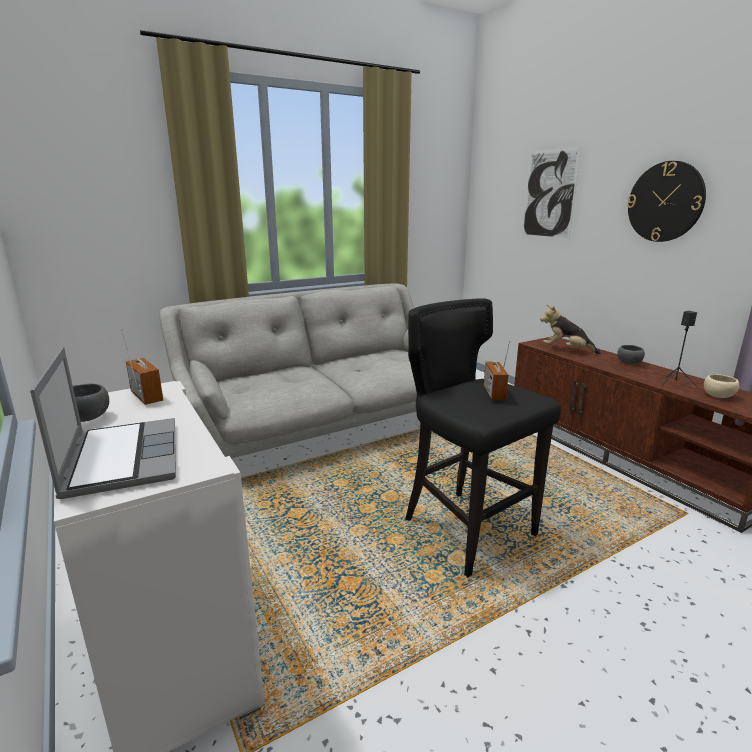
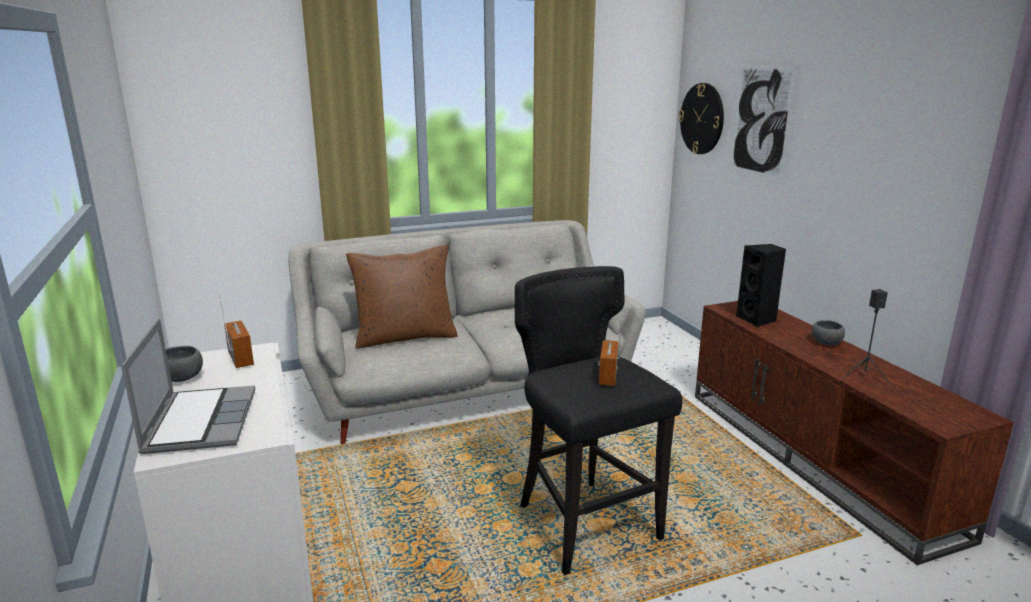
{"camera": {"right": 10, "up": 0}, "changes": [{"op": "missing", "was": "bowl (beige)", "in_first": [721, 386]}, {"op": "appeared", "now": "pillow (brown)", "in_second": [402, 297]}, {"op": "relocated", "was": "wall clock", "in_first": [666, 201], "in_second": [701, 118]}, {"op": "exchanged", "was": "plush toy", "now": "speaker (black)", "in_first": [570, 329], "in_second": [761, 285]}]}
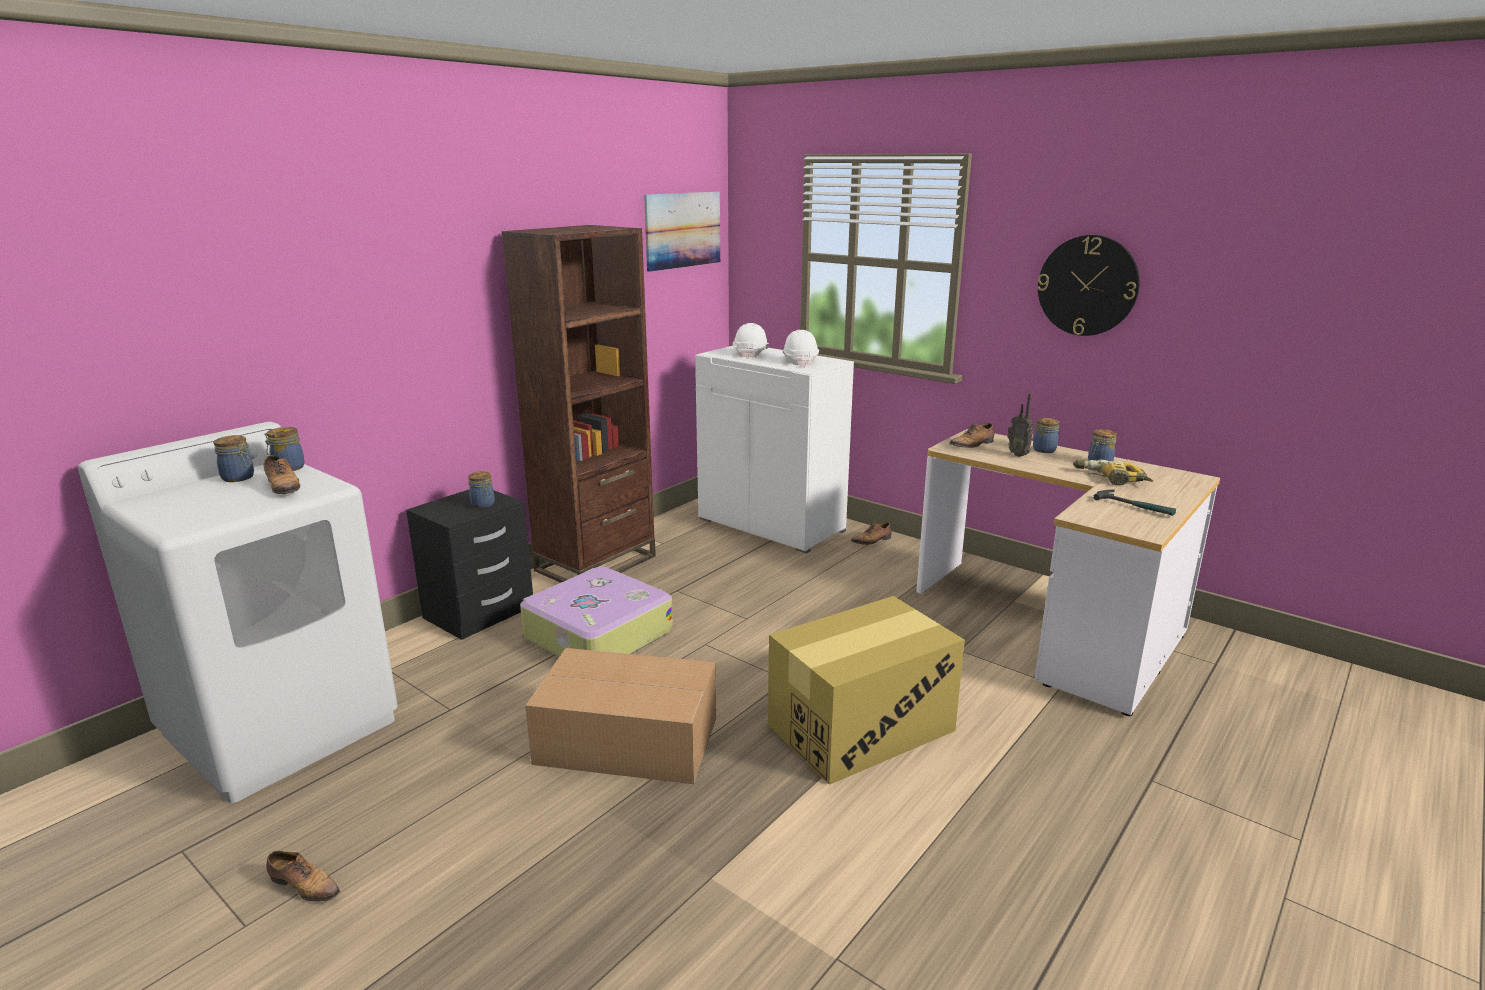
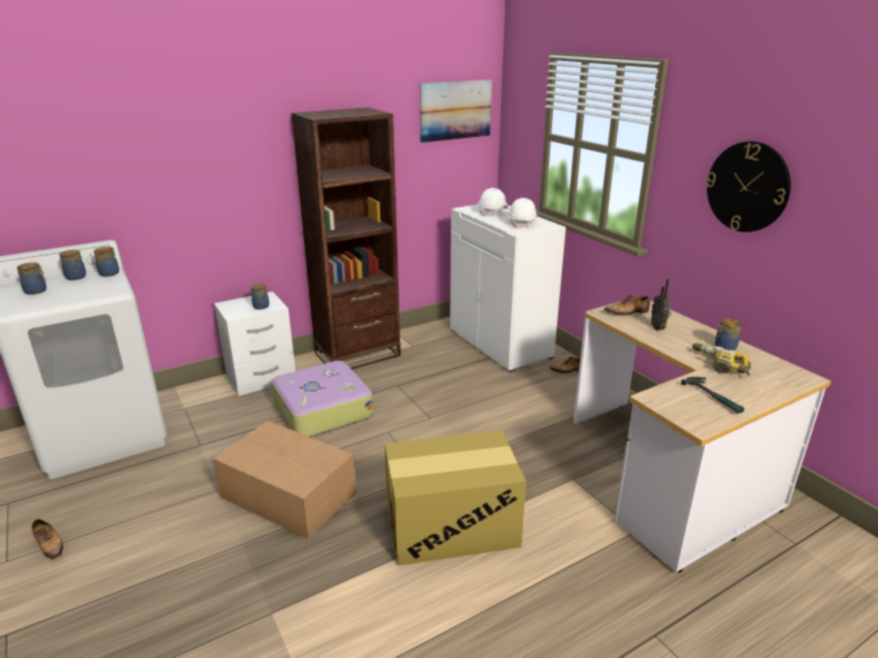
{"camera": {"right": 20, "up": 5}, "changes": [{"op": "missing", "was": "shoe", "in_first": [281, 474]}, {"op": "relocated", "was": "jar", "in_first": [1046, 435], "in_second": [32, 278]}, {"op": "colour", "was": "nightstand (black)", "now": "nightstand (white)", "in_first": [469, 565], "in_second": [255, 343]}]}
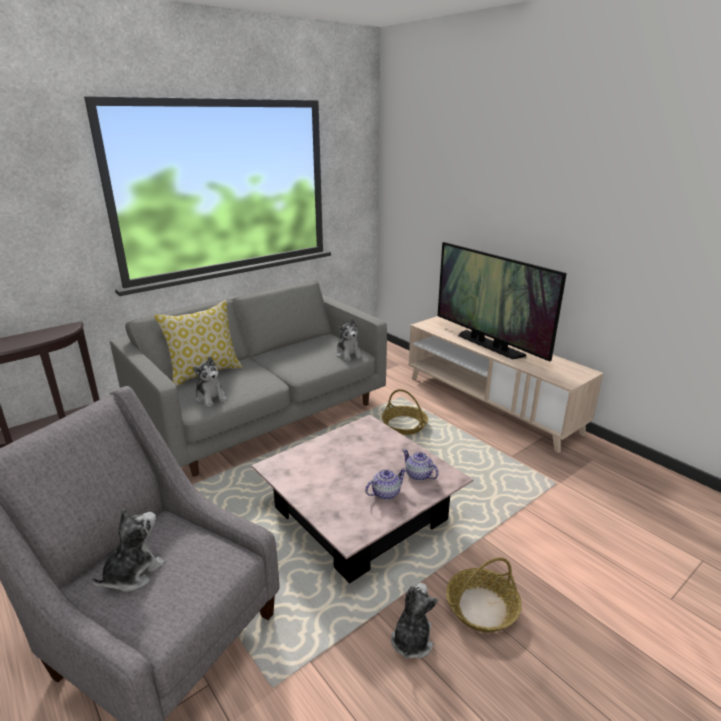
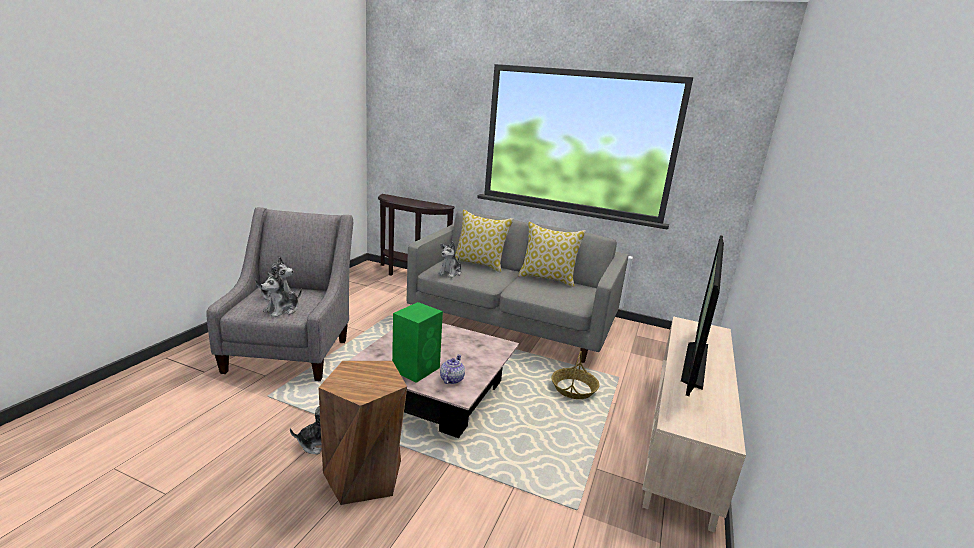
{"camera": {"right": 60, "up": -5}, "changes": [{"op": "appeared", "now": "pillow", "in_second": [552, 254]}, {"op": "relocated", "was": "plush toy", "in_first": [349, 340], "in_second": [281, 294]}, {"op": "exchanged", "was": "teapot", "now": "speaker (green)", "in_first": [386, 484], "in_second": [417, 342]}, {"op": "exchanged", "was": "basket", "now": "stool (brown)", "in_first": [484, 594], "in_second": [363, 433]}]}
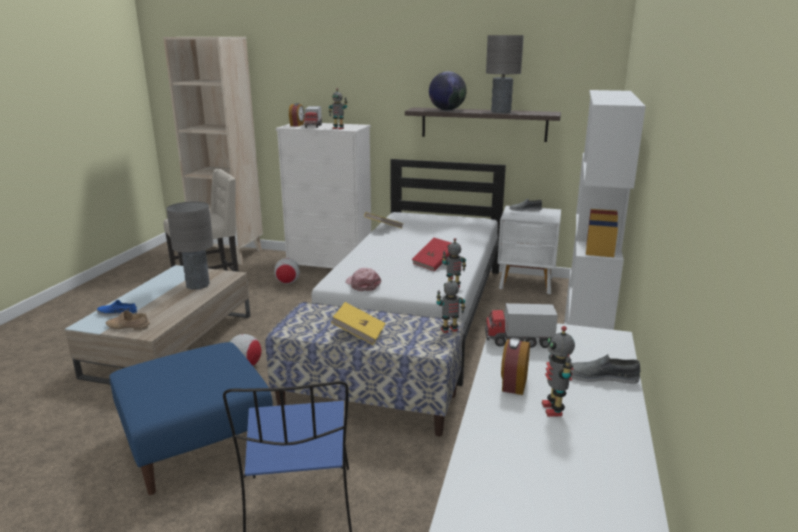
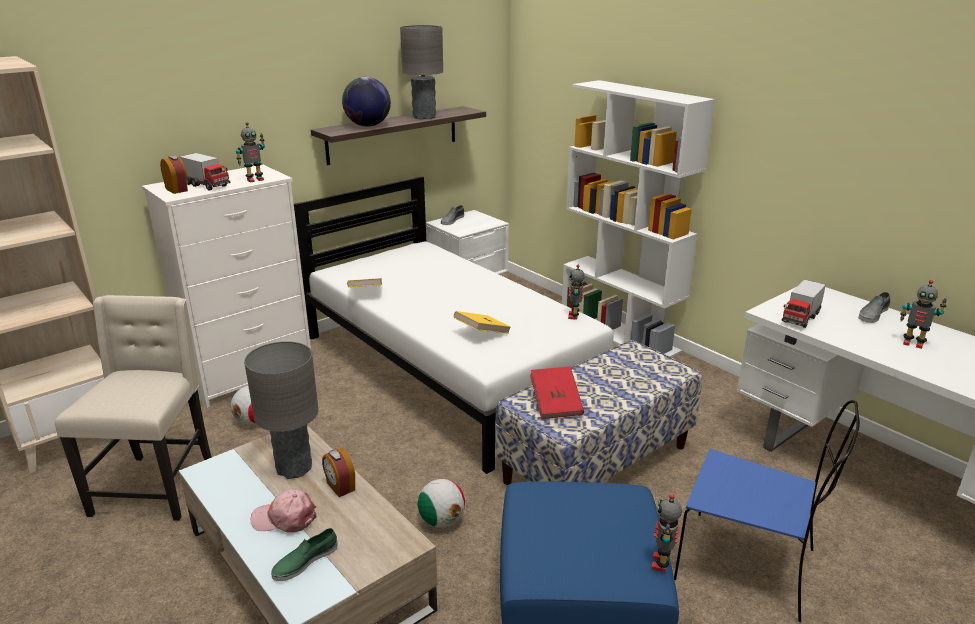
{"camera": {"right": -55, "up": 5}, "changes": [{"op": "missing", "was": "shoe (beige)", "in_first": [128, 320]}, {"op": "relocated", "was": "book (yellow)", "in_first": [357, 323], "in_second": [482, 322]}, {"op": "relocated", "was": "cap (pink)", "in_first": [363, 279], "in_second": [283, 511]}, {"op": "relocated", "was": "book (red)", "in_first": [431, 254], "in_second": [557, 392]}, {"op": "relocated", "was": "toy robot", "in_first": [450, 304], "in_second": [667, 533]}, {"op": "relocated", "was": "alarm clock", "in_first": [515, 366], "in_second": [338, 472]}, {"op": "colour", "was": "shoe (blue)", "now": "shoe (green)", "in_first": [117, 308], "in_second": [304, 554]}]}
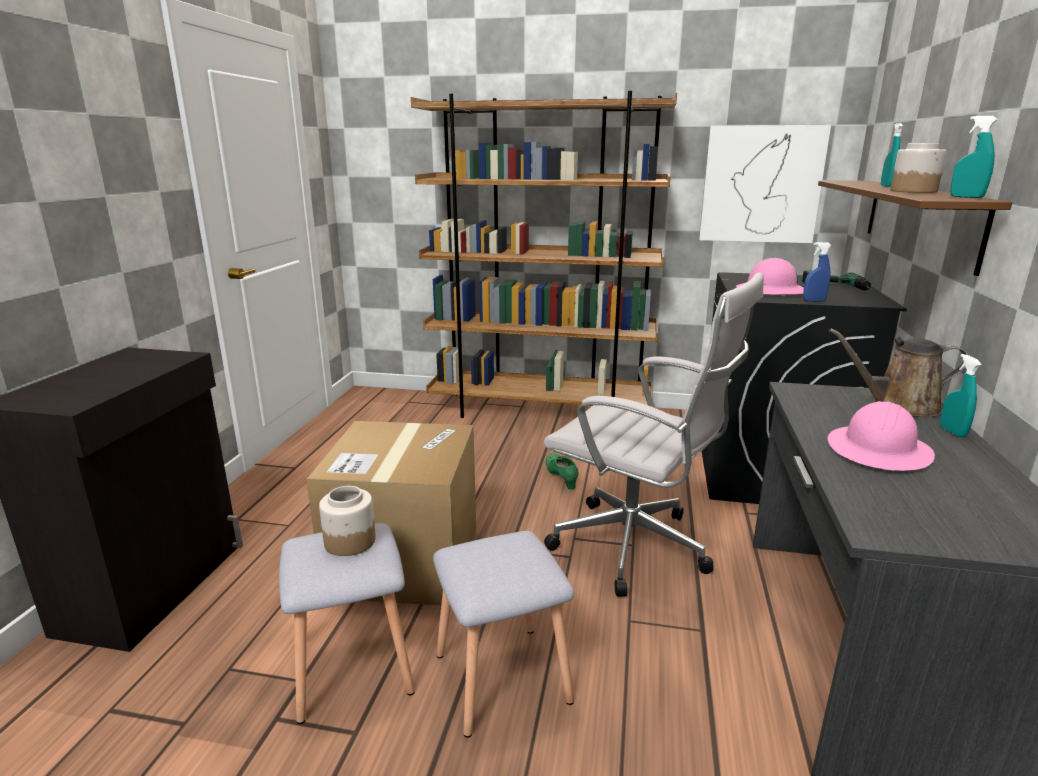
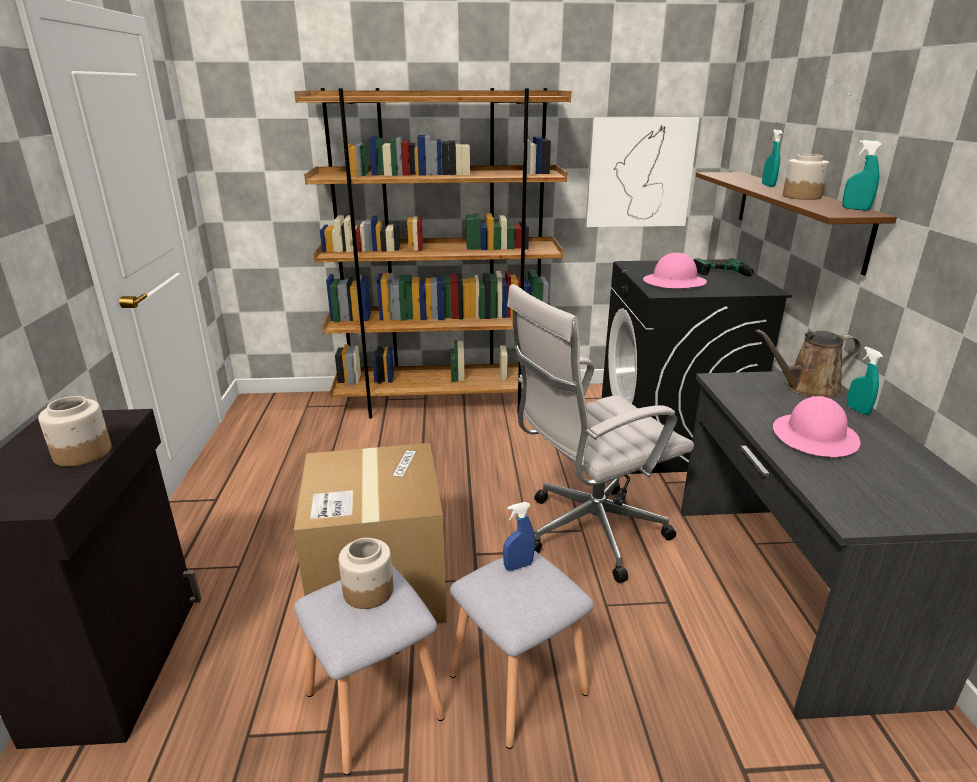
{"camera": {"right": -15, "up": 5}, "changes": [{"op": "missing", "was": "shoe (green)", "in_first": [562, 472]}, {"op": "appeared", "now": "jar", "in_second": [75, 431]}, {"op": "relocated", "was": "spray bottle (blue)", "in_first": [817, 272], "in_second": [519, 536]}, {"op": "spun", "was": "office chair (white)", "in_first": [654, 434], "in_second": [600, 433], "clockwise": 135}]}
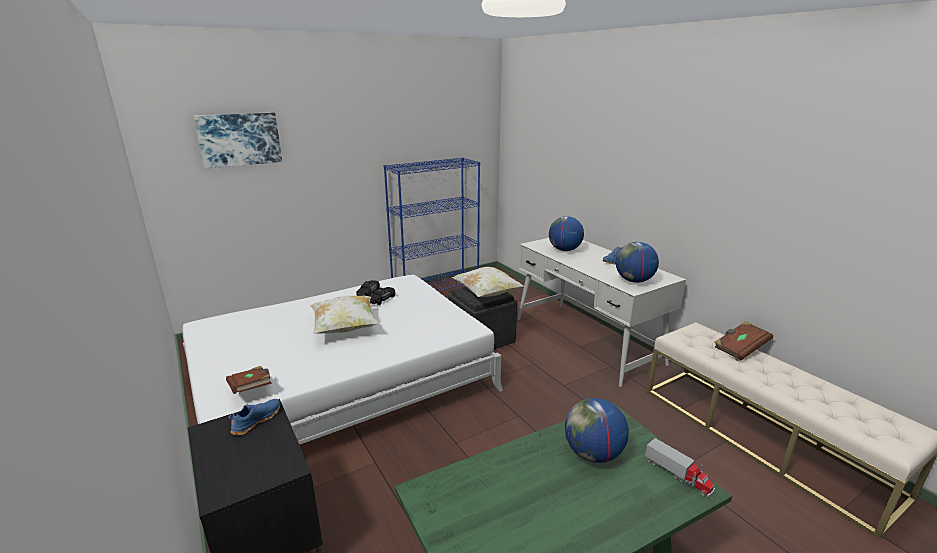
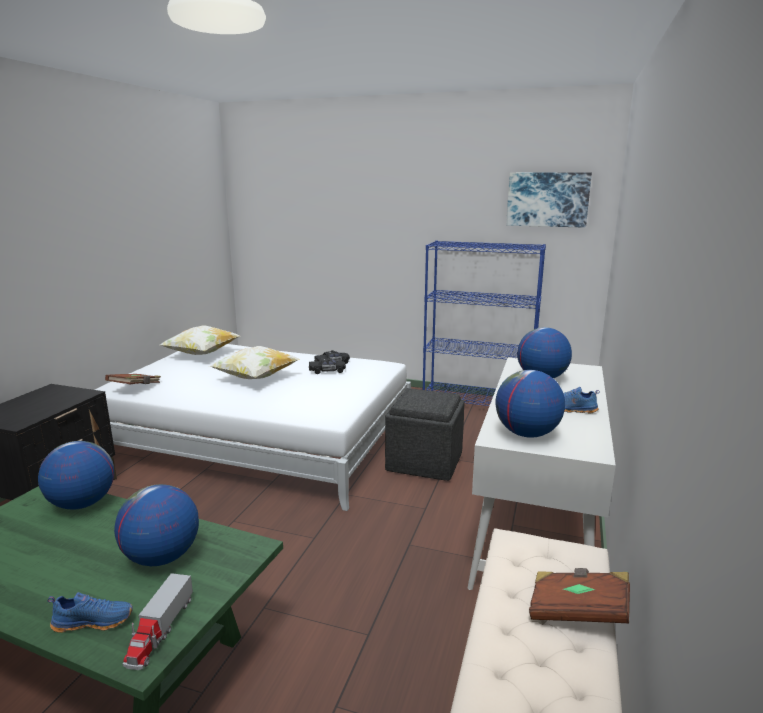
{"camera": {"right": 50, "up": -5}, "changes": [{"op": "appeared", "now": "globe", "in_second": [76, 475]}, {"op": "relocated", "was": "picture", "in_first": [238, 140], "in_second": [549, 200]}, {"op": "relocated", "was": "shoe (blue)", "in_first": [254, 417], "in_second": [90, 612]}, {"op": "relocated", "was": "pillow", "in_first": [487, 282], "in_second": [200, 340]}]}
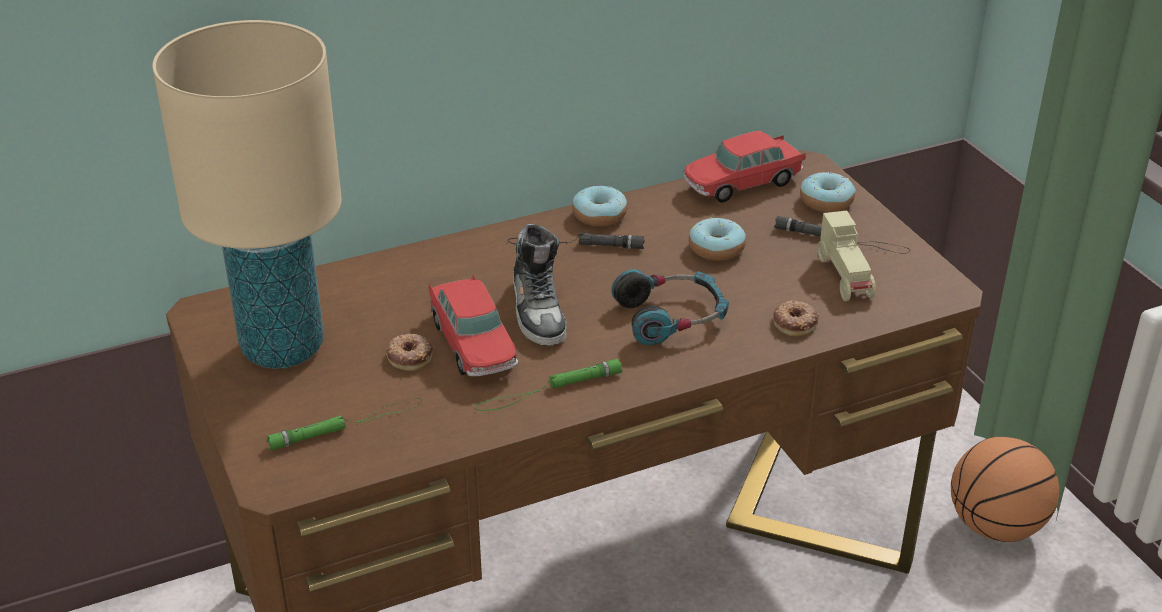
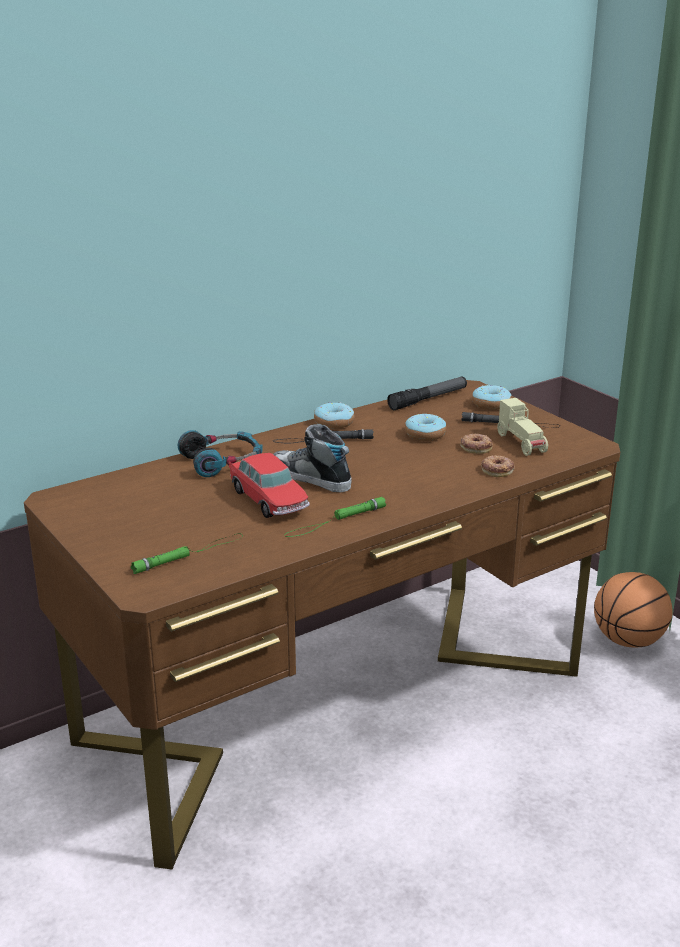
{"camera": {"right": -10, "up": -10}, "changes": [{"op": "missing", "was": "table lamp (beige)", "in_first": [247, 194]}, {"op": "relocated", "was": "donut", "in_first": [410, 352], "in_second": [477, 444]}, {"op": "relocated", "was": "headphones", "in_first": [670, 307], "in_second": [220, 453]}, {"op": "exchanged", "was": "toy car", "now": "flashlight", "in_first": [744, 167], "in_second": [427, 393]}, {"op": "spun", "was": "shoe", "in_first": [540, 285], "in_second": [312, 458], "clockwise": 150}]}
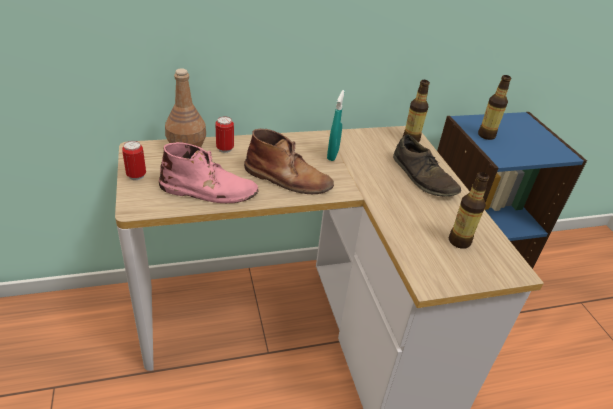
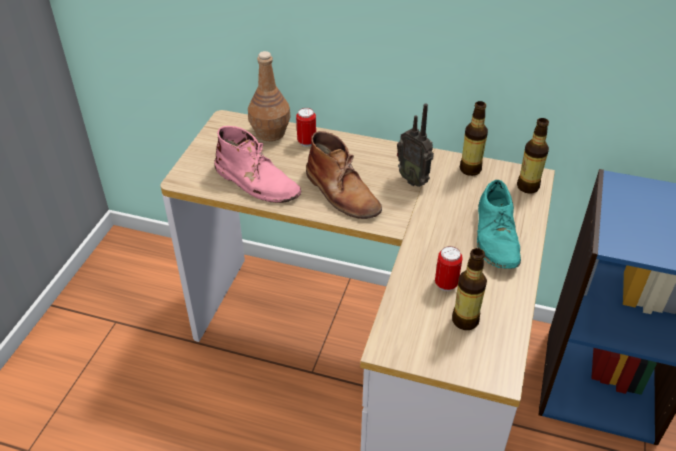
{"camera": {"right": 35, "up": 5}, "changes": [{"op": "relocated", "was": "can", "in_first": [134, 160], "in_second": [448, 268]}, {"op": "relocated", "was": "bottle", "in_first": [494, 107], "in_second": [474, 138]}, {"op": "exchanged", "was": "spray bottle (turquoise)", "now": "radio", "in_first": [336, 125], "in_second": [415, 145]}, {"op": "colour", "was": "shoe (brown)", "now": "shoe (turquoise)", "in_first": [427, 165], "in_second": [499, 224]}]}
